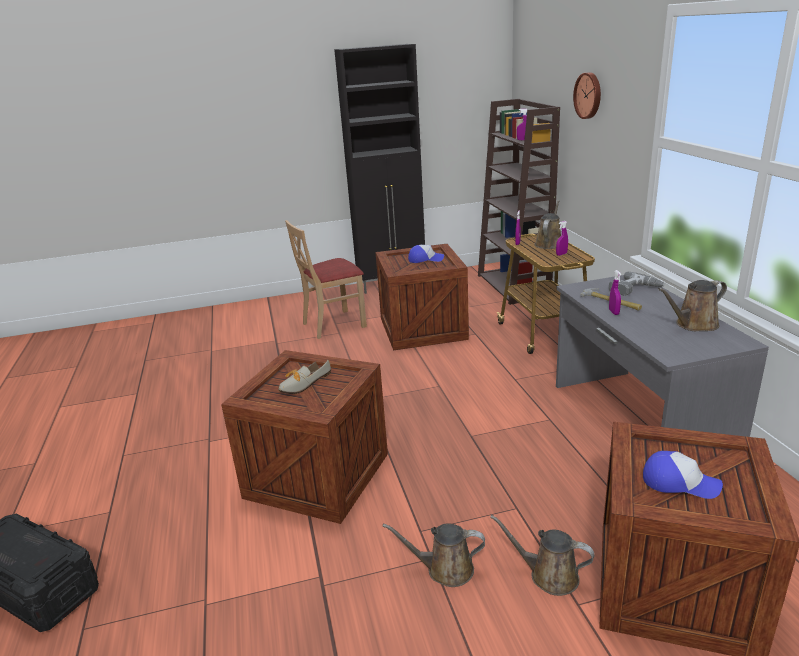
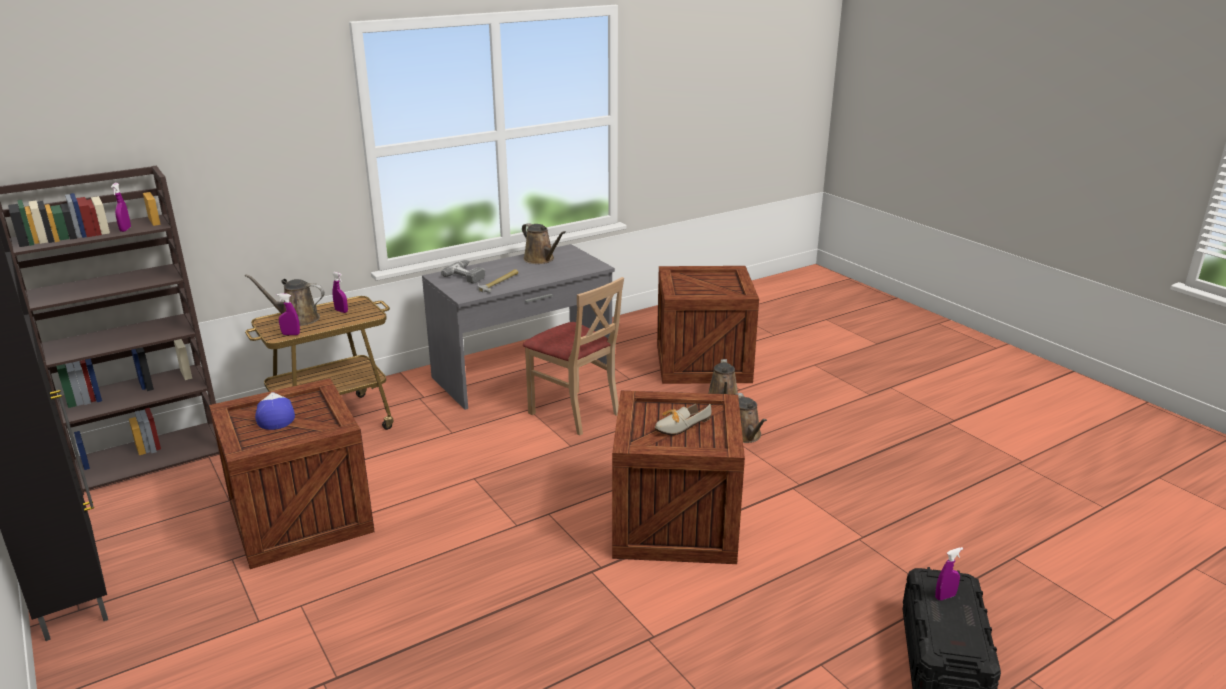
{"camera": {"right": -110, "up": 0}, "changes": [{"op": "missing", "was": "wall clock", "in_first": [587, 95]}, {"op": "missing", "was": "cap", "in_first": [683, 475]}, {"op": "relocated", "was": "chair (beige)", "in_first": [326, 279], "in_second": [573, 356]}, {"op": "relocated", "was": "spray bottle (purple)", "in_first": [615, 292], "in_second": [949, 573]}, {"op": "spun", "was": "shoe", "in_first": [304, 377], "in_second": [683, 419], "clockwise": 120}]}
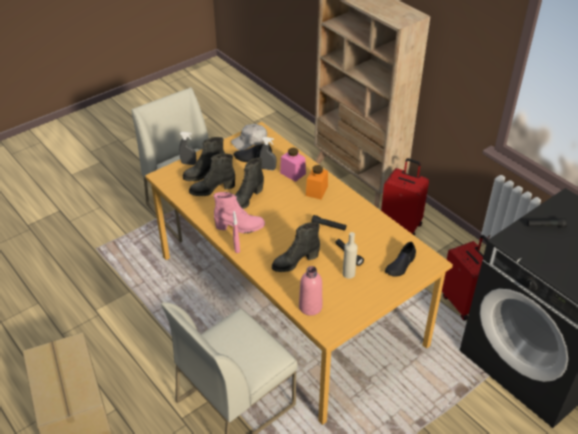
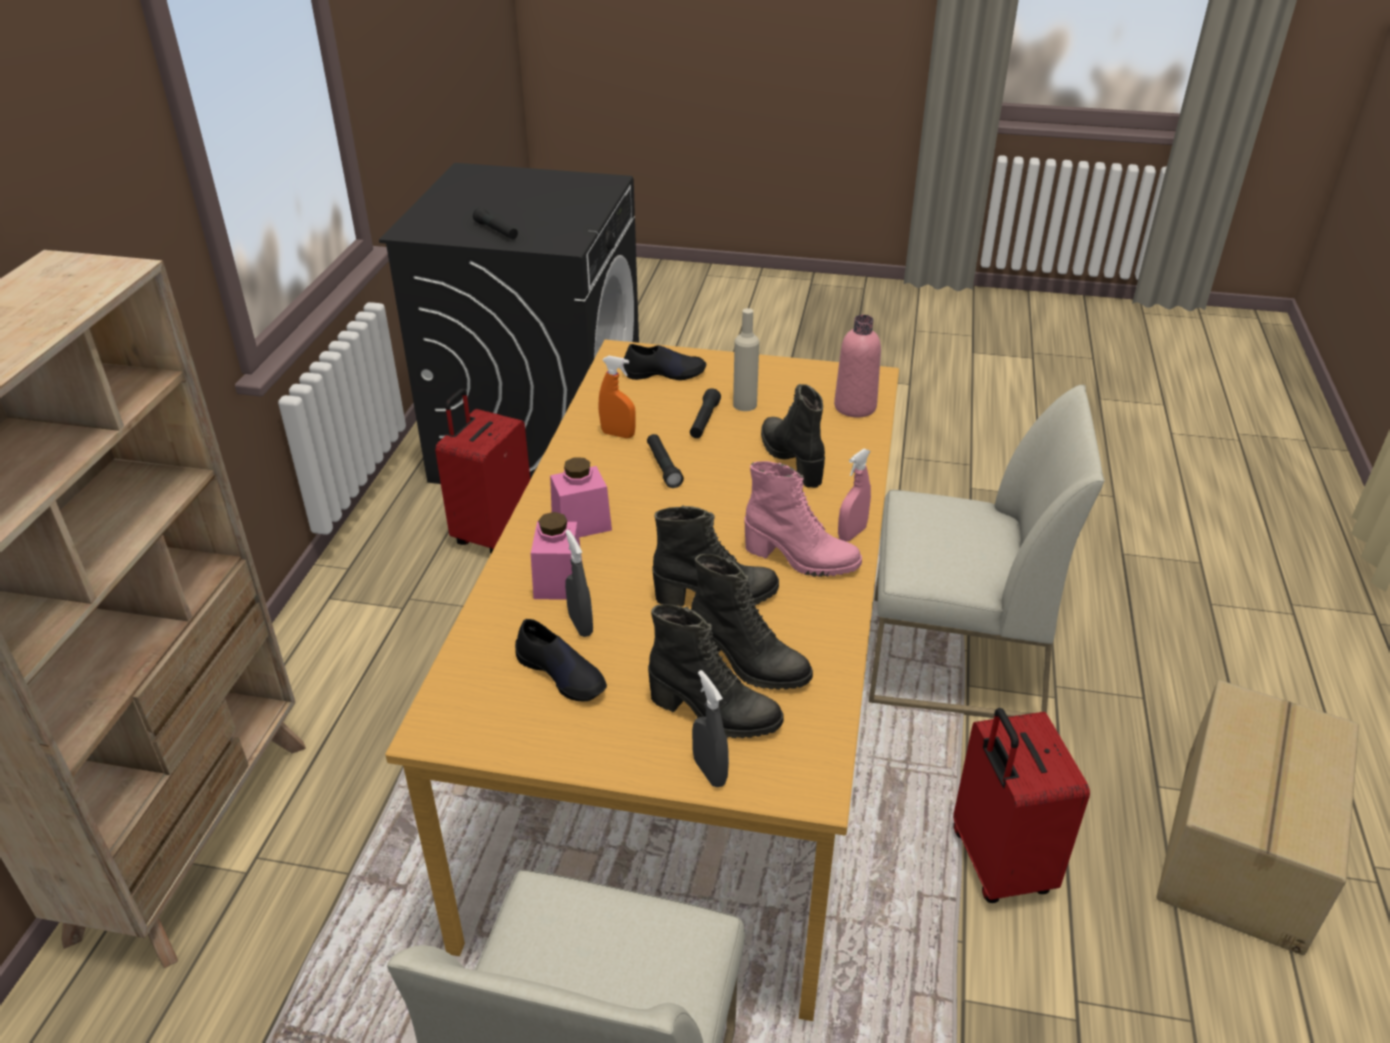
{"camera": {"right": -130, "up": -5}, "changes": [{"op": "missing", "was": "cap (white)", "in_first": [249, 137]}, {"op": "appeared", "now": "spray bottle (orange)", "in_second": [617, 397]}, {"op": "relocated", "was": "suitcase (red)", "in_first": [405, 197], "in_second": [1021, 805]}, {"op": "colour", "was": "jar (orange)", "now": "jar (pink)", "in_first": [317, 182], "in_second": [581, 497]}, {"op": "spun", "was": "boot (pink)", "in_first": [239, 213], "in_second": [803, 519], "clockwise": 150}, {"op": "spun", "was": "boot (black)", "in_first": [296, 247], "in_second": [793, 436], "clockwise": -135}]}
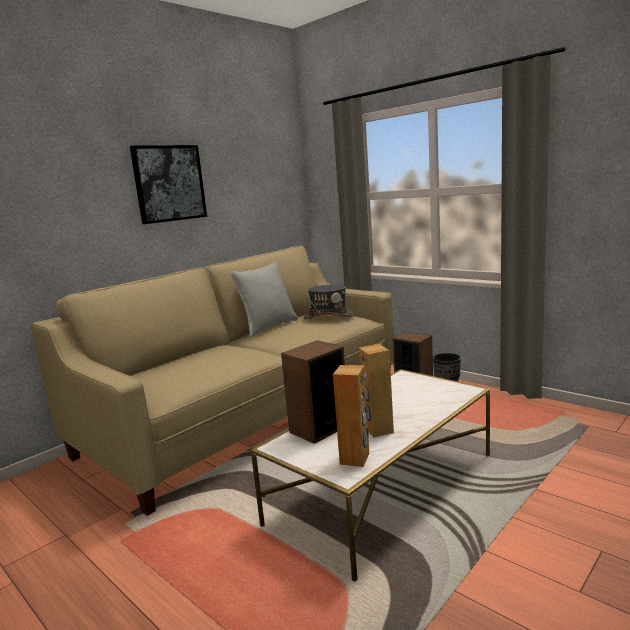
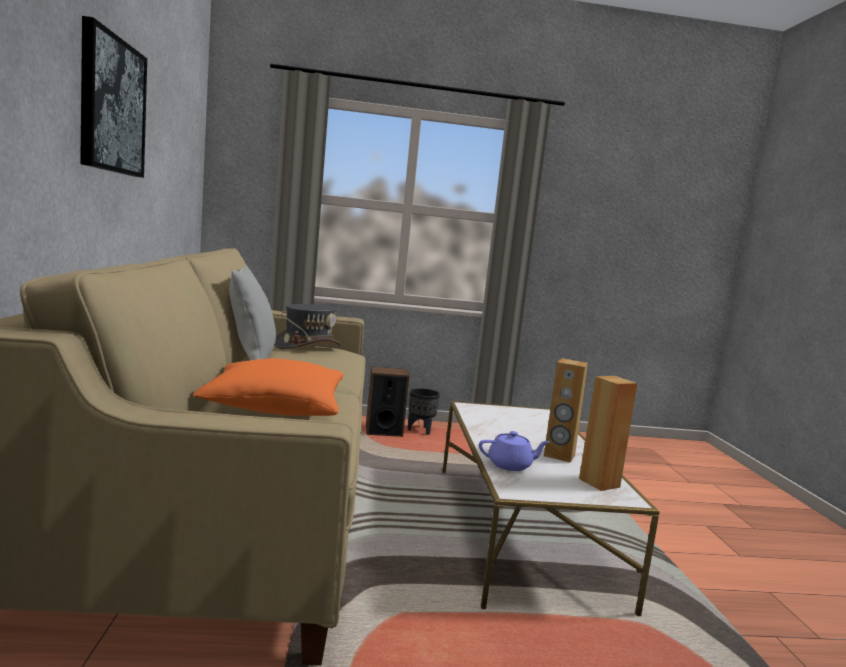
{"camera": {"right": -50, "up": -5}, "changes": [{"op": "appeared", "now": "pillow (orange)", "in_second": [268, 387]}, {"op": "exchanged", "was": "speaker", "now": "teapot (purple)", "in_first": [313, 392], "in_second": [514, 451]}]}
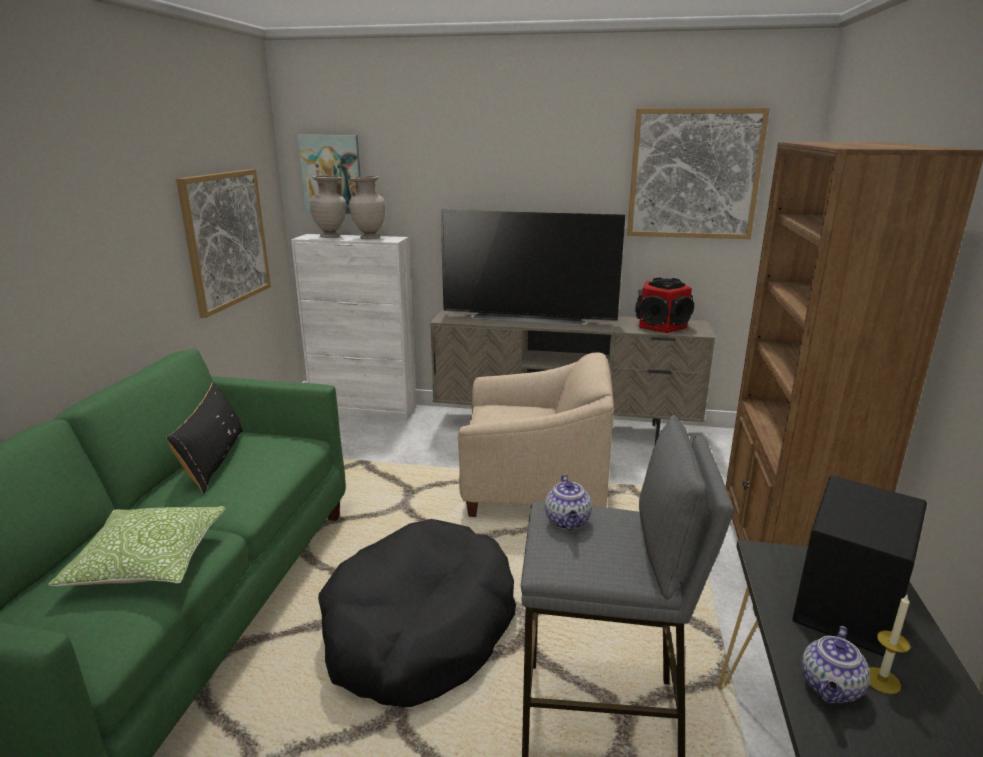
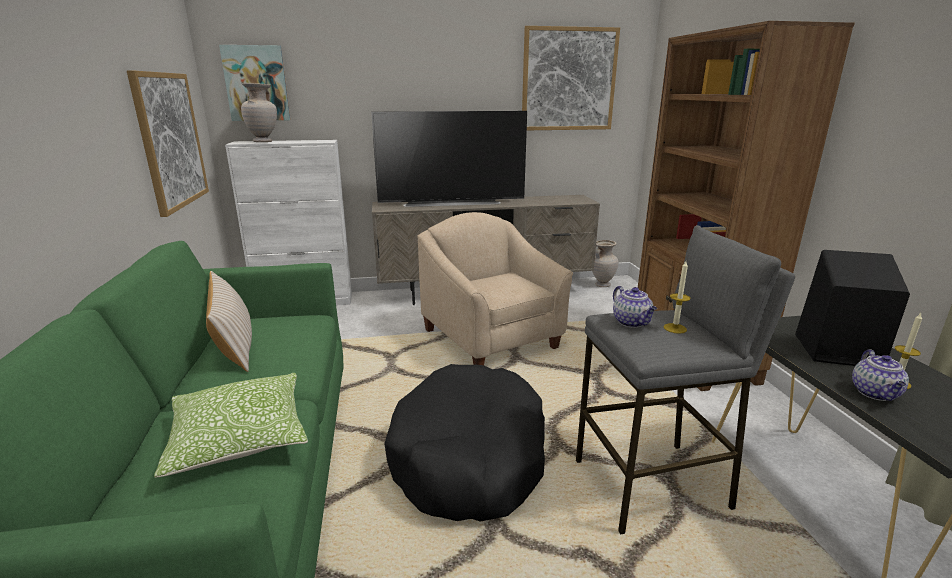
{"camera": {"right": -20, "up": 0}, "changes": [{"op": "missing", "was": "speaker", "in_first": [664, 305]}, {"op": "appeared", "now": "candle", "in_second": [677, 297]}, {"op": "relocated", "was": "vase (beige)", "in_first": [367, 207], "in_second": [605, 263]}, {"op": "colour", "was": "pillow (black)", "now": "pillow (beige)", "in_first": [204, 438], "in_second": [229, 321]}, {"op": "spun", "was": "armchair (beige)", "in_first": [536, 434], "in_second": [495, 288], "clockwise": -105}]}
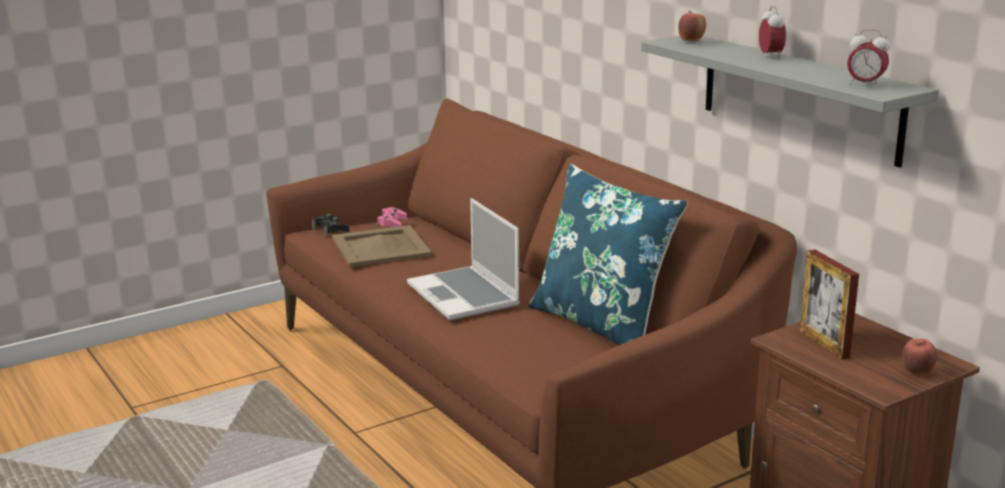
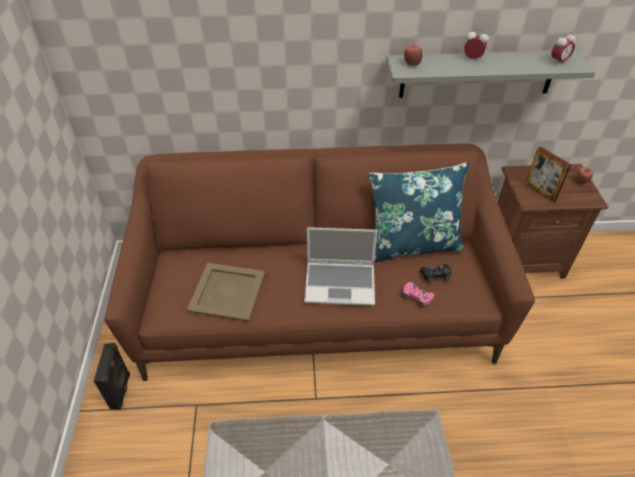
{"camera": {"right": -60, "up": 25}, "changes": [{"op": "appeared", "now": "speaker (black)", "in_second": [112, 376]}, {"op": "relocated", "was": "game controller (black)", "in_first": [330, 225], "in_second": [436, 274]}, {"op": "relocated", "was": "game controller (pink)", "in_first": [392, 217], "in_second": [418, 295]}, {"op": "spun", "was": "picture frame", "in_first": [829, 305], "in_second": [548, 175], "clockwise": 45}]}
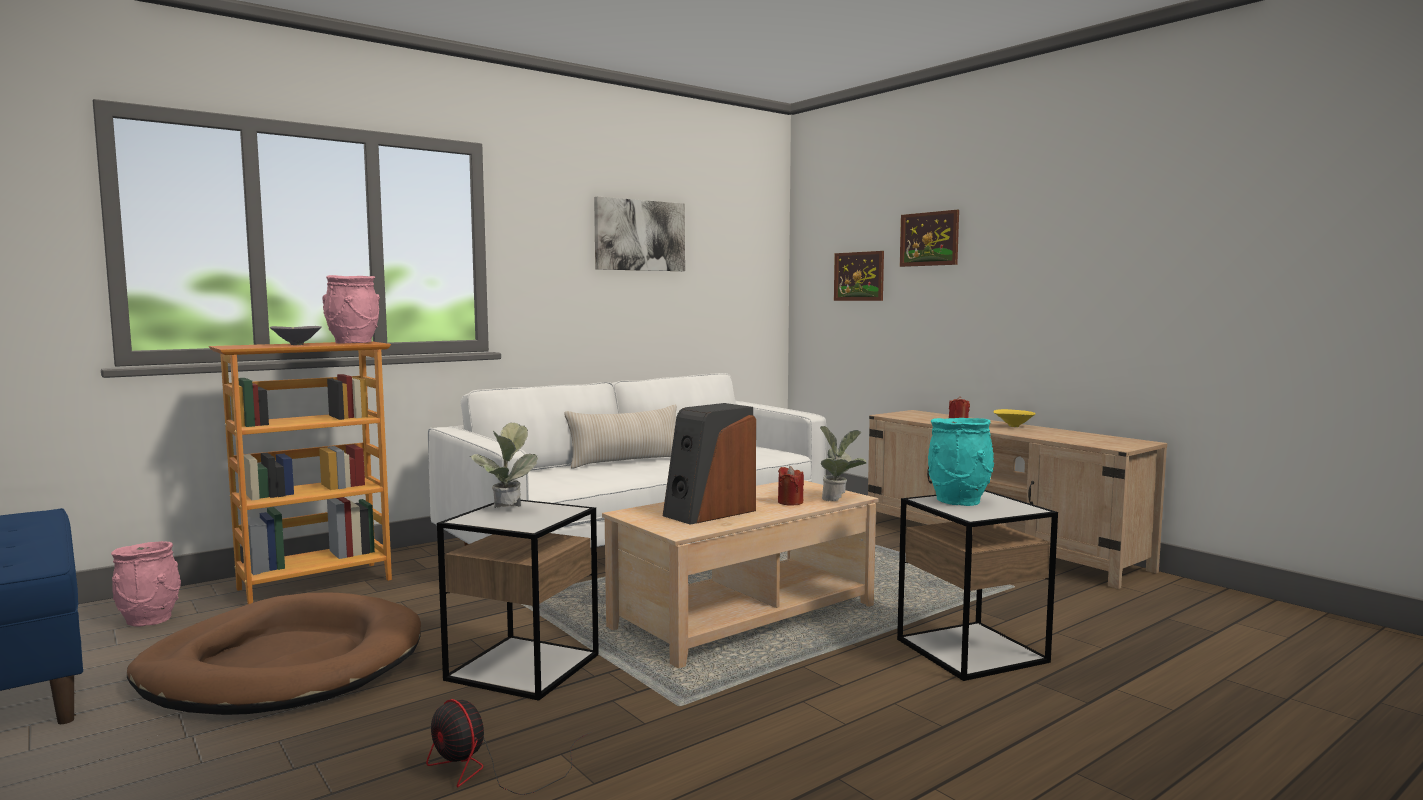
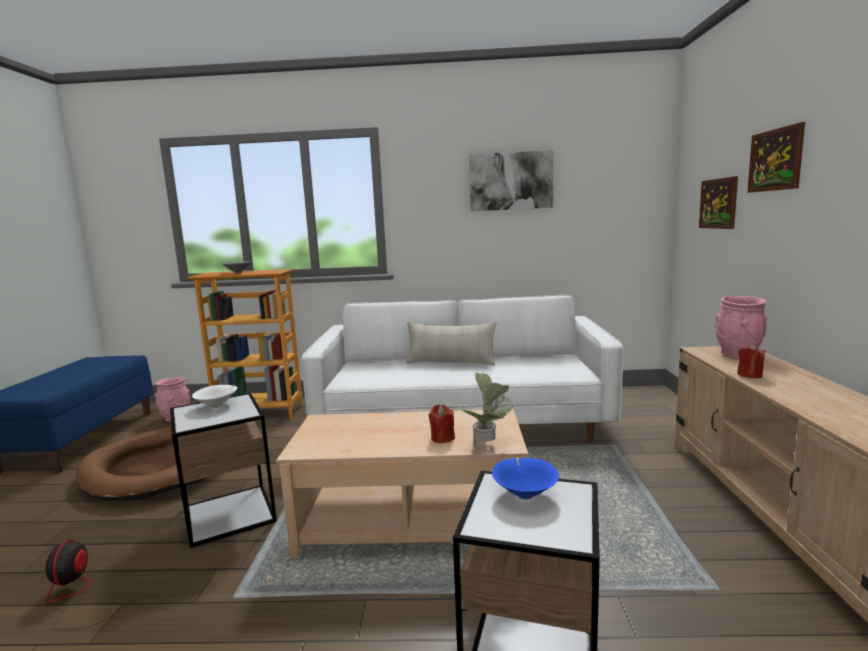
{"camera": {"right": 40, "up": 5}, "changes": [{"op": "missing", "was": "speaker", "in_first": [709, 464]}, {"op": "missing", "was": "bowl (yellow)", "in_first": [1014, 418]}, {"op": "relocated", "was": "vase (pink)", "in_first": [351, 309], "in_second": [741, 327]}, {"op": "exchanged", "was": "potted plant", "now": "bowl (white)", "in_first": [504, 465], "in_second": [215, 396]}, {"op": "exchanged", "was": "vase (turquoise)", "now": "bowl (blue)", "in_first": [961, 462], "in_second": [525, 479]}]}
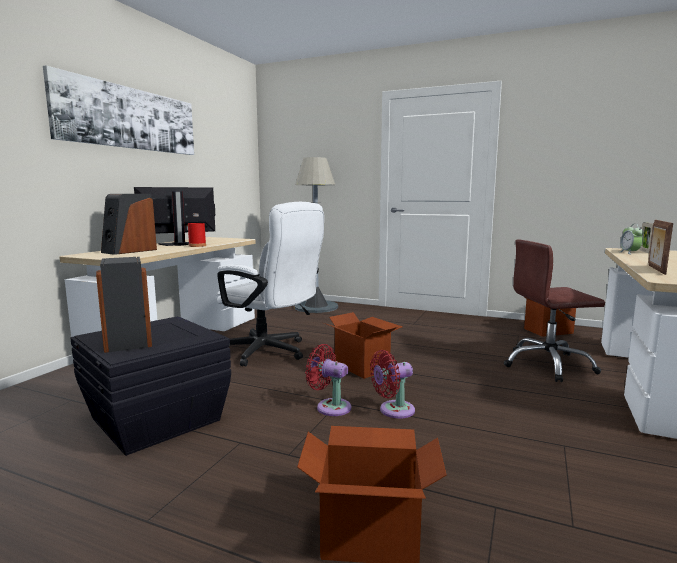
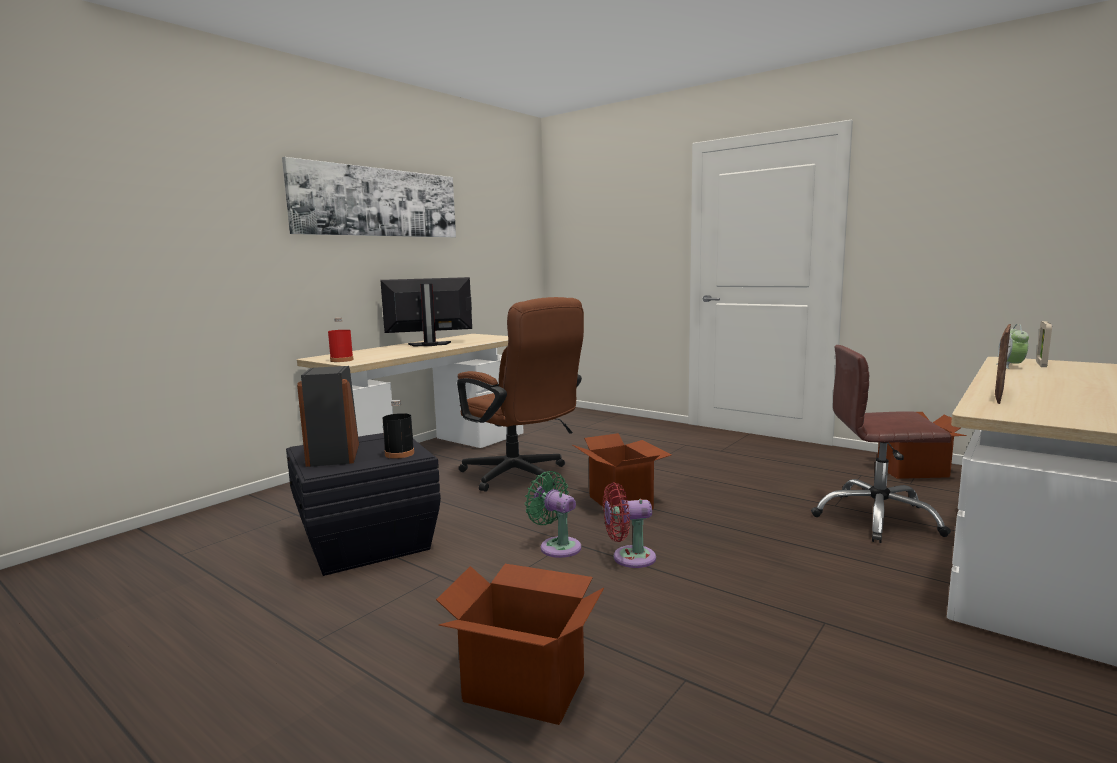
{"camera": {"right": 15, "up": 0}, "changes": [{"op": "missing", "was": "speaker", "in_first": [129, 224]}, {"op": "missing", "was": "floor lamp (grey)", "in_first": [316, 235]}, {"op": "appeared", "now": "bottle (black)", "in_second": [398, 429]}, {"op": "relocated", "was": "bottle (red)", "in_first": [197, 230], "in_second": [341, 340]}, {"op": "colour", "was": "office chair (white)", "now": "office chair (brown)", "in_first": [270, 284], "in_second": [520, 394]}, {"op": "colour", "was": "fan (red)", "now": "fan (green)", "in_first": [328, 380], "in_second": [553, 514]}]}
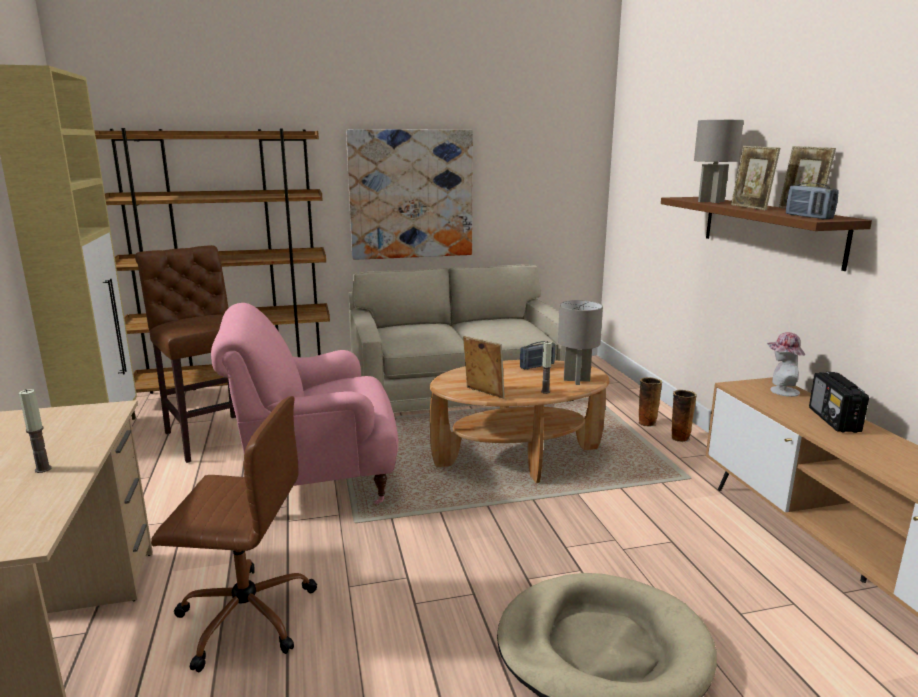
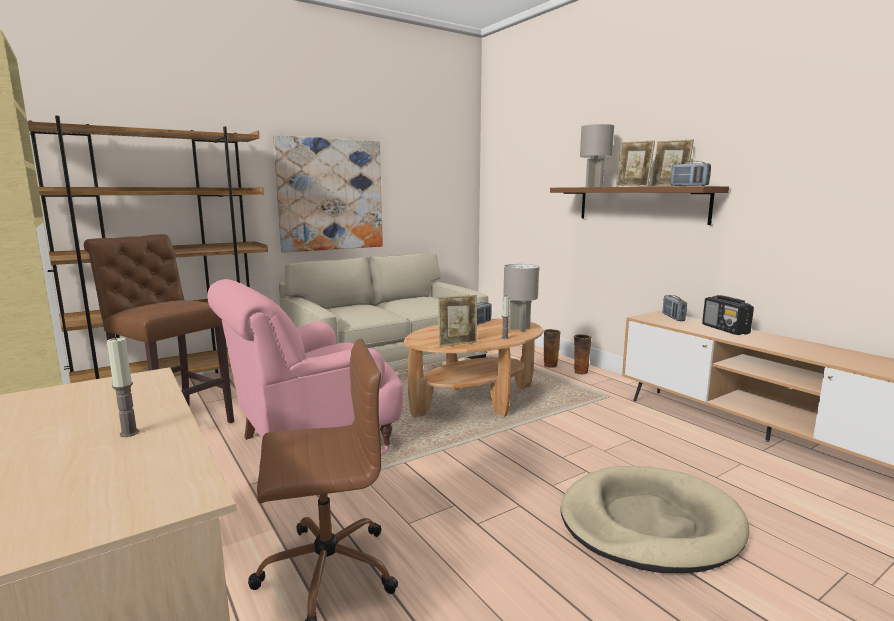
{"camera": {"right": -20, "up": -5}, "changes": [{"op": "exchanged", "was": "hat", "now": "radio", "in_first": [786, 364], "in_second": [675, 308]}, {"op": "spun", "was": "picture frame", "in_first": [484, 367], "in_second": [457, 321], "clockwise": 135}]}
